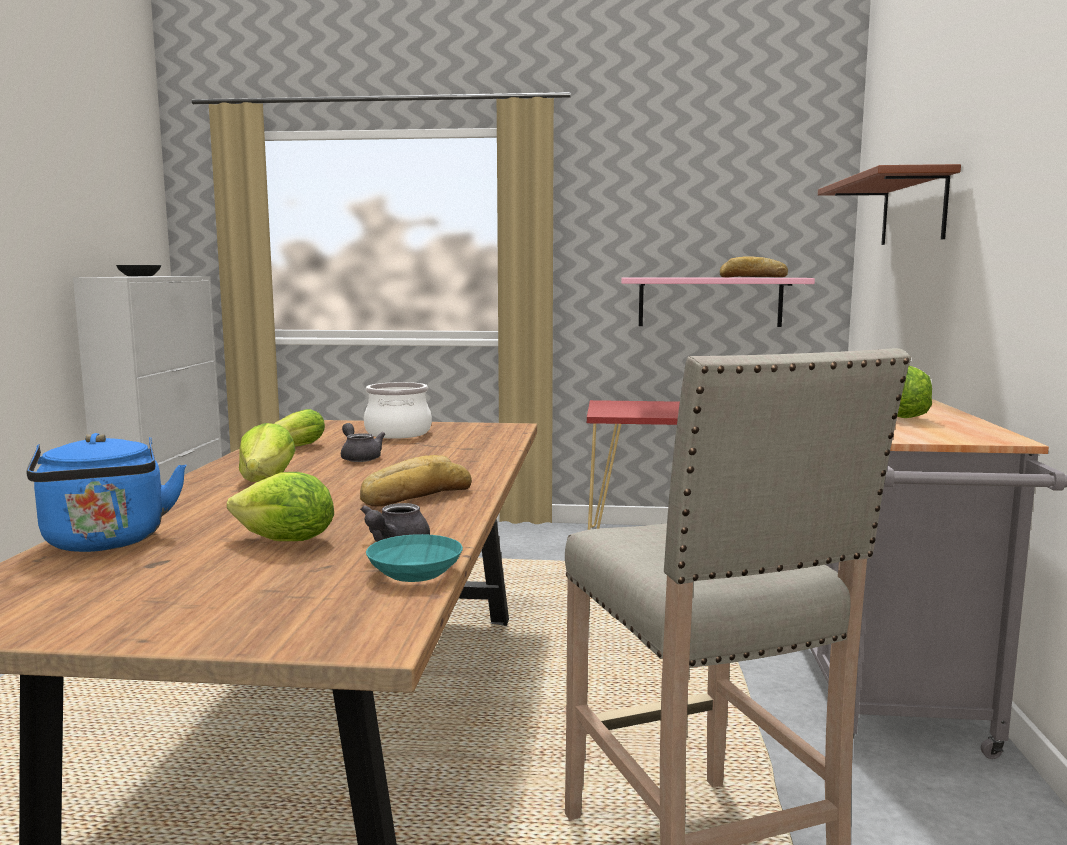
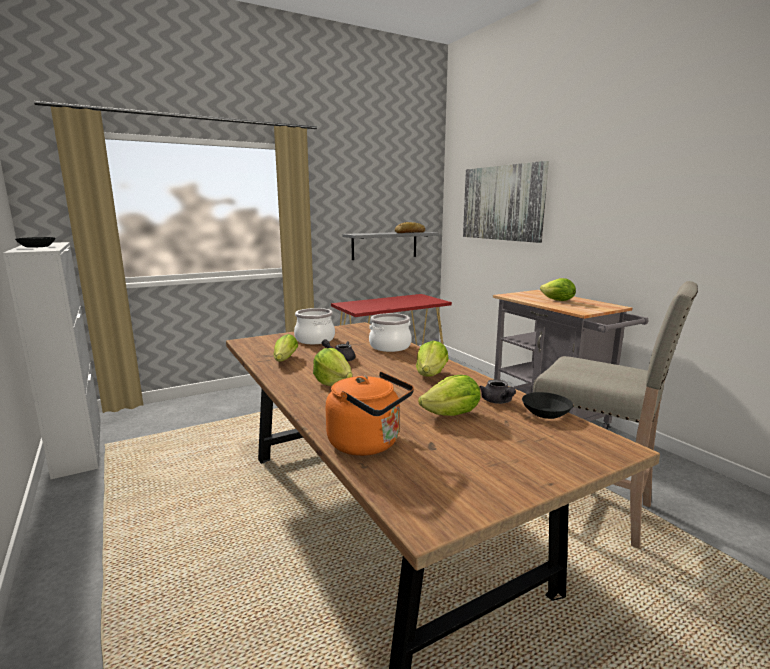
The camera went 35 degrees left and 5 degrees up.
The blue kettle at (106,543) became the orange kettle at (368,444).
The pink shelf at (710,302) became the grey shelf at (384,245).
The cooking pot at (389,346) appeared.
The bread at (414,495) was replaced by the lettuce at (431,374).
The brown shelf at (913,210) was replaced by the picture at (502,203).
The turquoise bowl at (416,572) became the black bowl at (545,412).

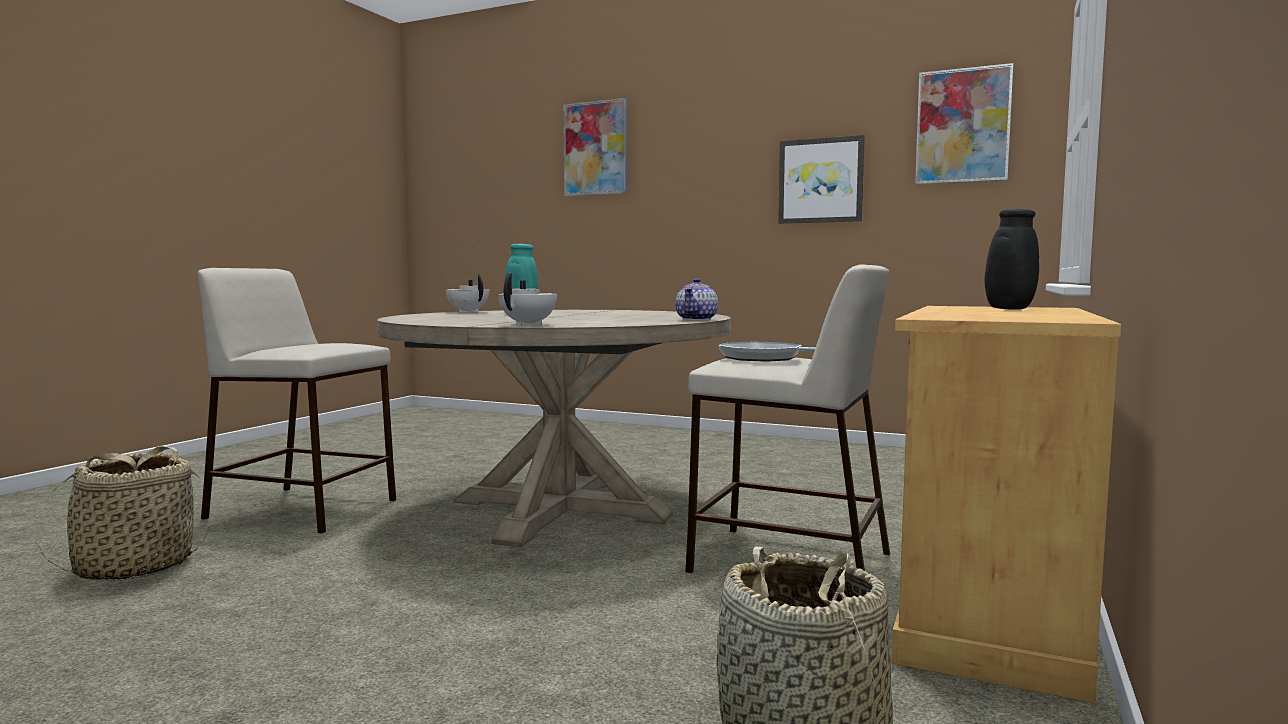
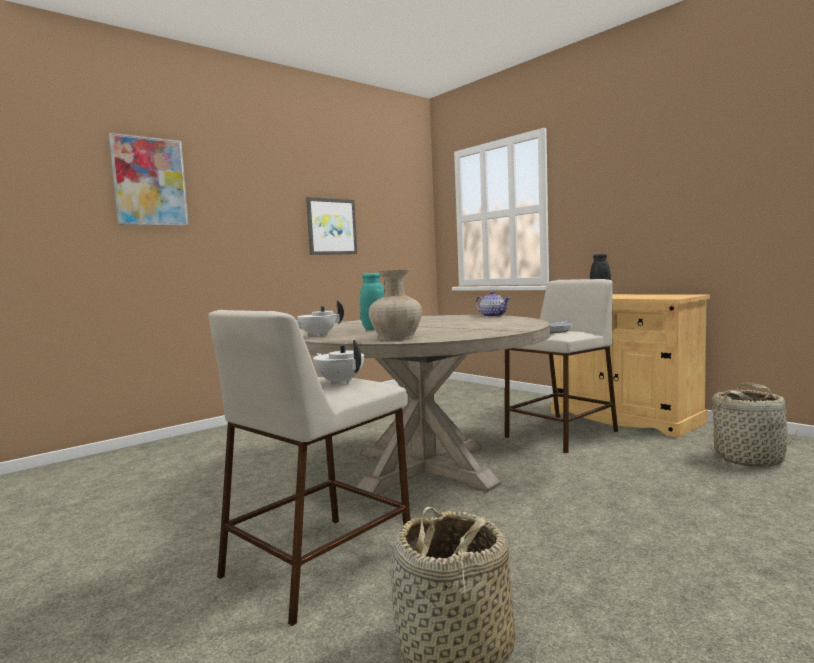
The camera went 65 degrees left and 0 degrees up.
The white teapot moved from (529,324) to (340,382).
The beige vase at (397,338) appeared.
The picture at (962,126) disappeared.

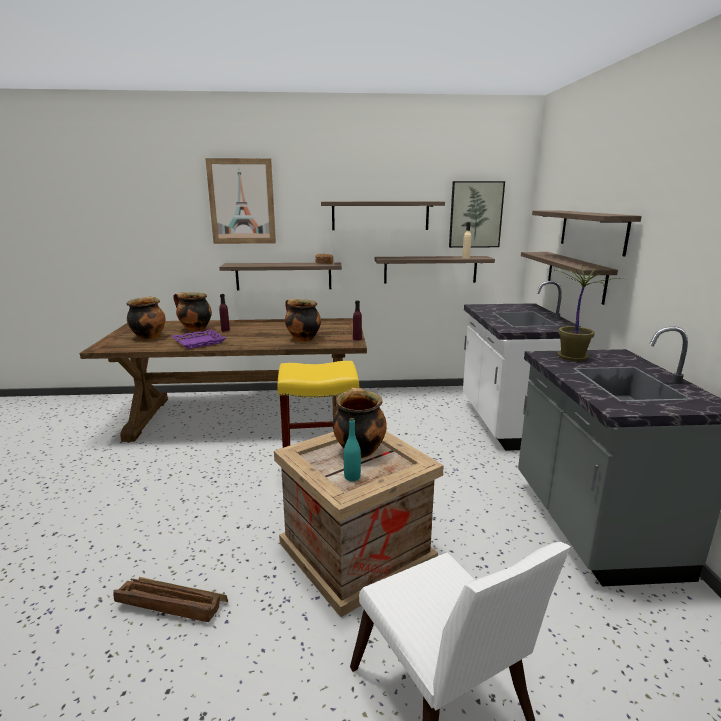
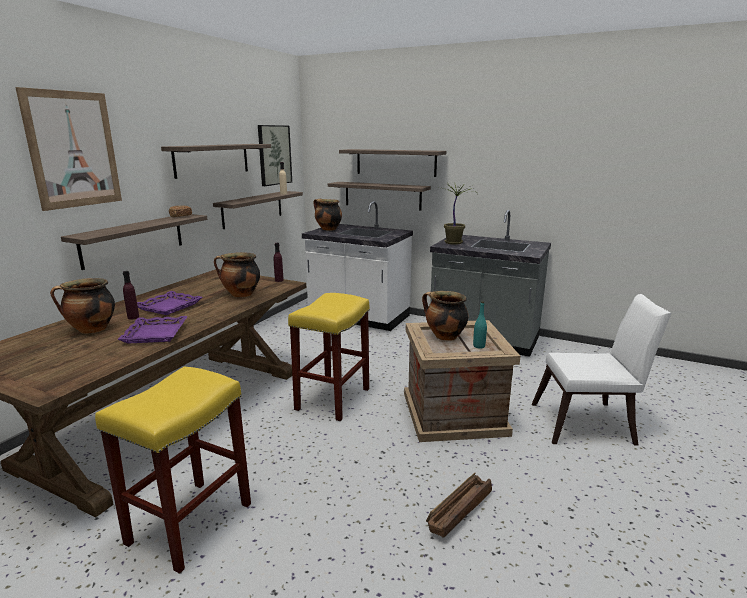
The camera went 60 degrees left and 0 degrees up.
The yellow stool at (189,524) appeared.
The purple tray at (169,307) appeared.
The cooking pot moved from (149,337) to (327,229).

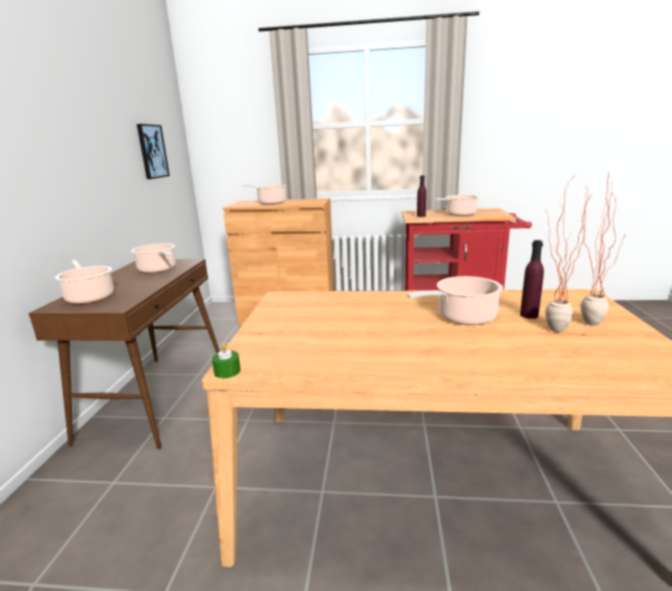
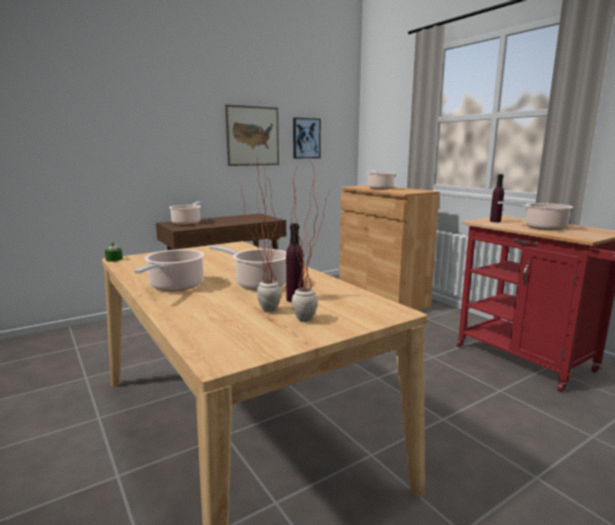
The camera went 50 degrees right and 5 degrees down.
The cooking pot moved from (158,270) to (175,287).
The picture at (253,136) appeared.

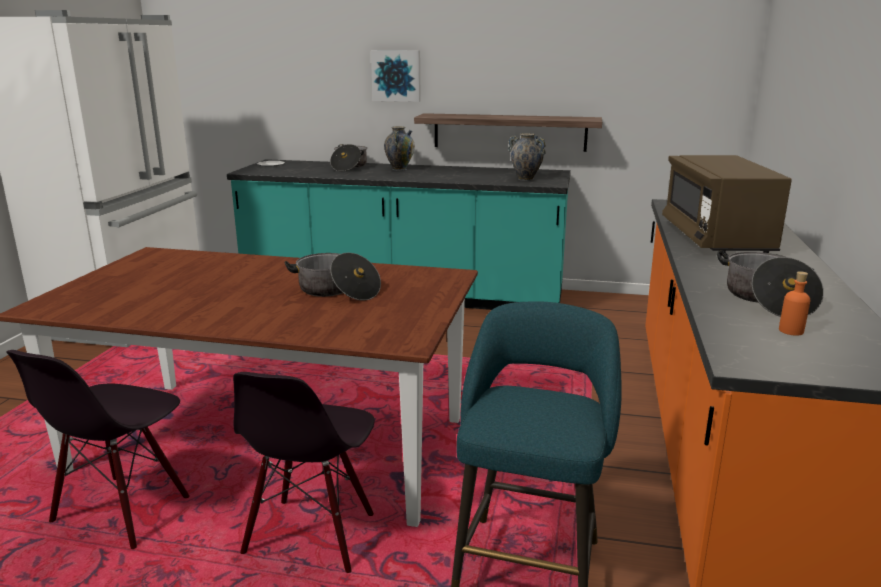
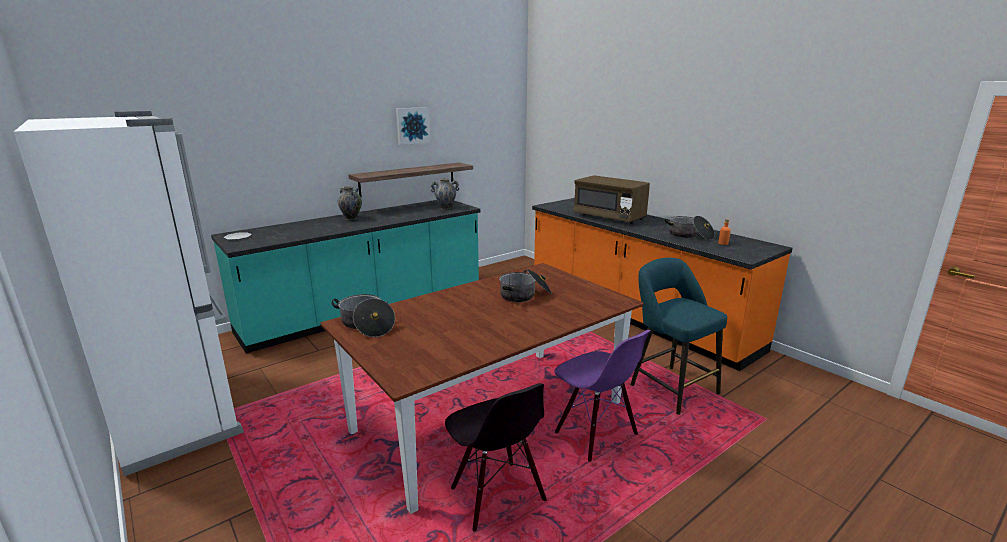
The camera went 50 degrees left and 0 degrees up.
The cooking pot moved from (349,167) to (366,325).
The picture moved from (396,75) to (412,125).
The black chair at (311,535) became the purple chair at (595,434).

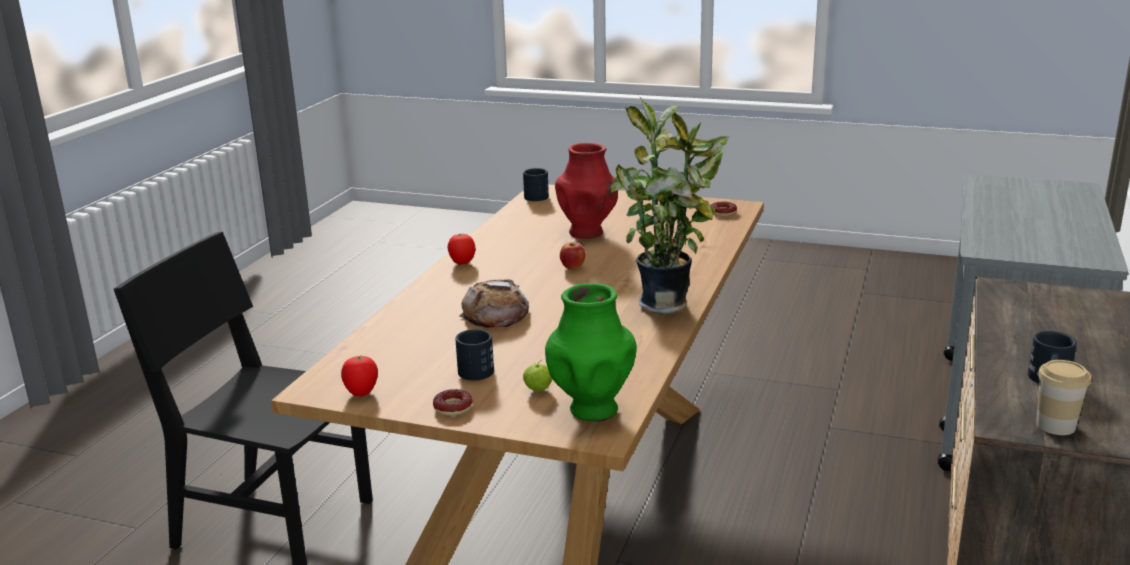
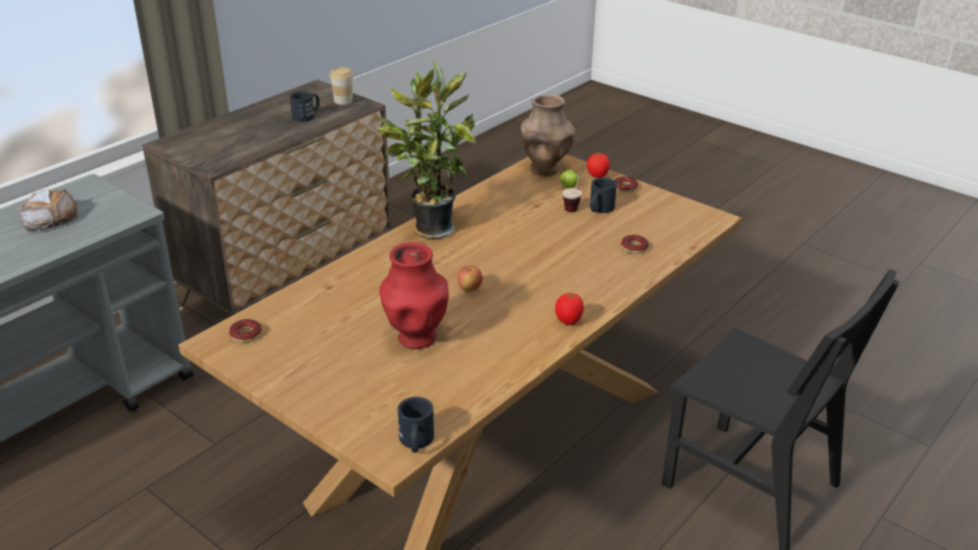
The camera went 160 degrees left and 10 degrees up.
The bread moved from (496,313) to (50,217).
The green vase at (592,409) became the brown vase at (544,170).
The cup at (574,206) appeared.
The tomato moved from (361,393) to (597,176).
The donut at (634,247) appeared.

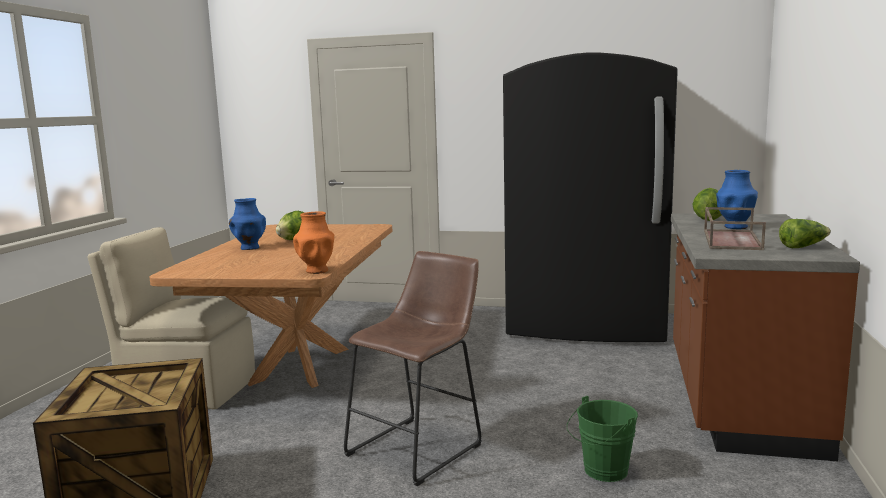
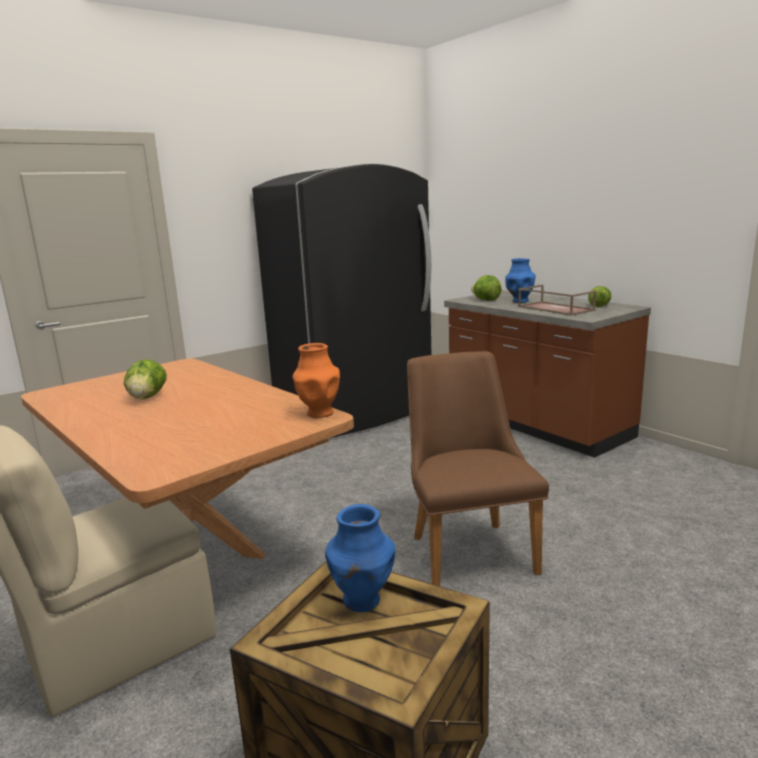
The camera went 50 degrees left and 5 degrees up.
The blue vase moved from (249,248) to (362,601).
The brown stool at (420,447) was replaced by the brown chair at (467,548).
The green bucket at (602,472) disappeared.

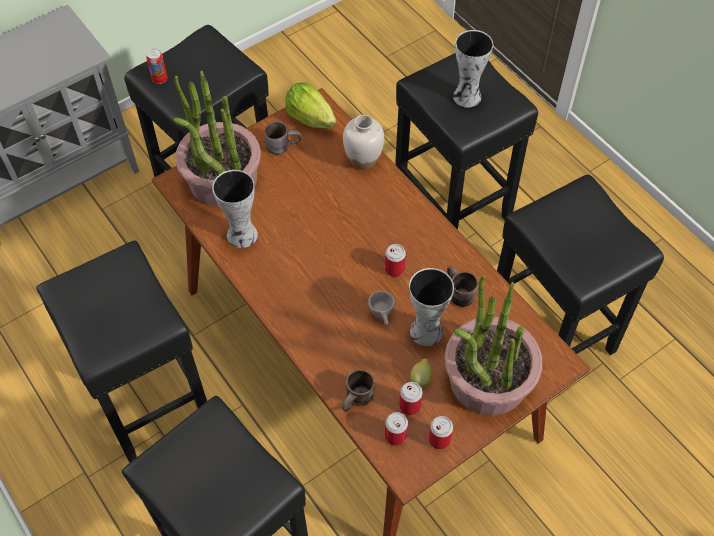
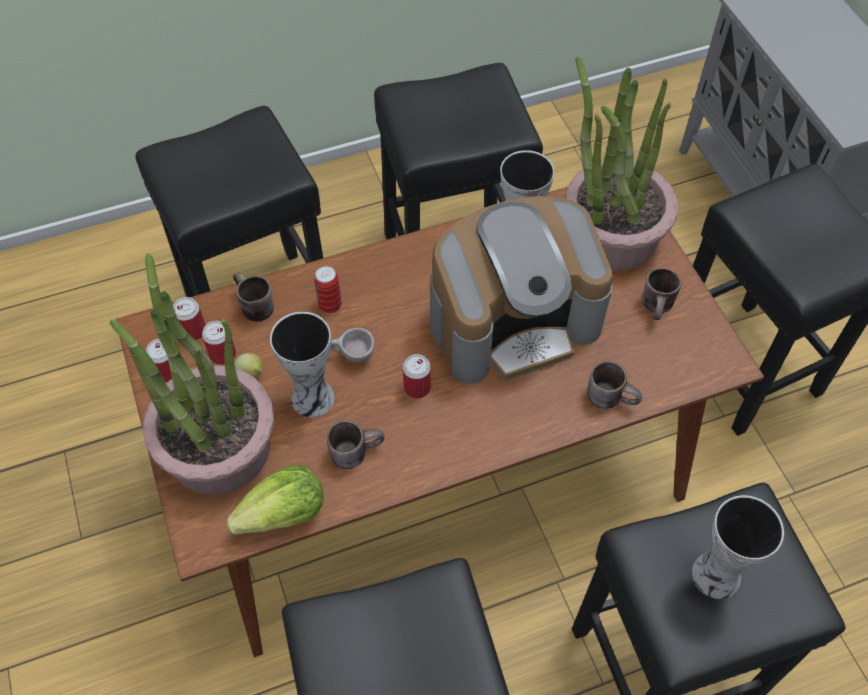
The camera went 105 degrees right and 0 degrees up.
The lettuce moved from (310,118) to (284,514).
The can moved from (160,79) to (330,305).
The coffee machine at (514,320) appeared.
The white vase at (363,160) was replaced by the brown mug at (612,396).

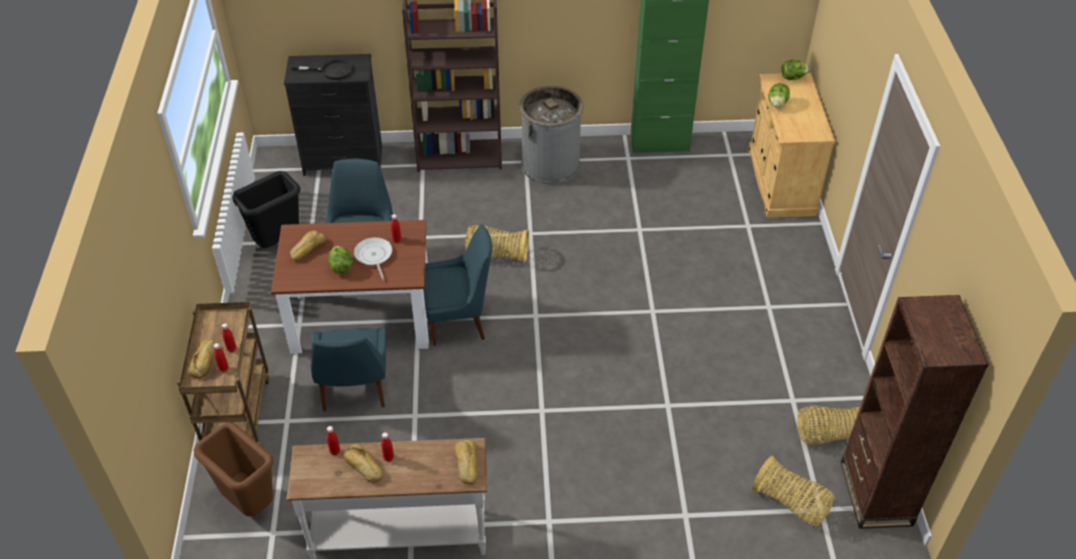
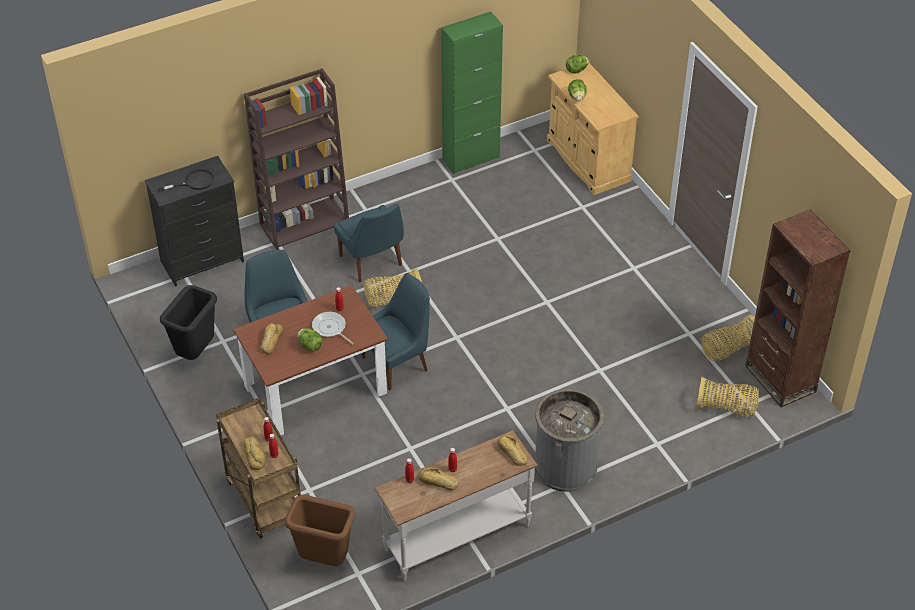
The camera went 25 degrees left and 0 degrees up.
The blue chair moved from (354,390) to (372,262).
The grey trash can moved from (550,165) to (565,466).

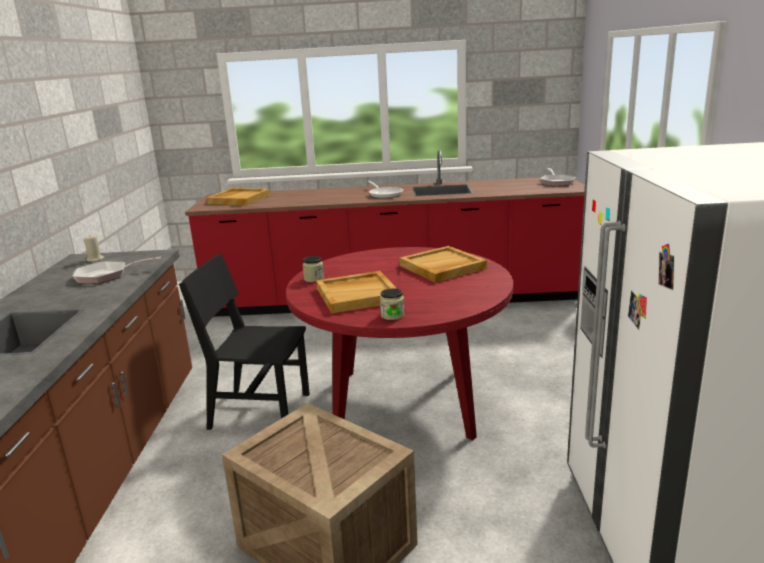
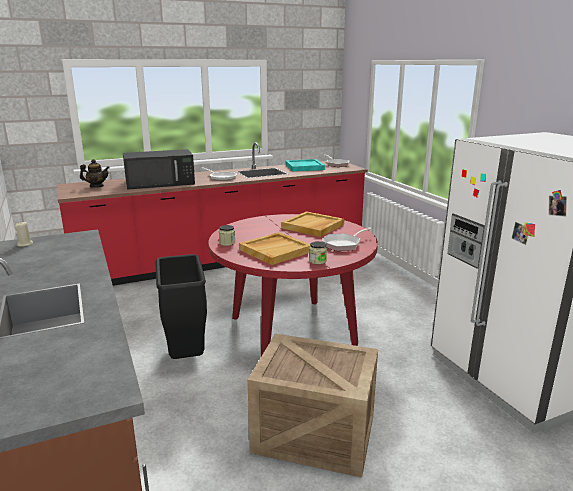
The camera went 25 degrees left and 0 degrees up.
The beige tray at (239,199) was replaced by the teapot at (96,186).
The black microwave at (161,183) appeared.
The black chair at (260,410) was replaced by the black trash can at (185,356).
The turquoise tray at (304,167) appeared.
The frying pan moved from (106,276) to (343,244).

